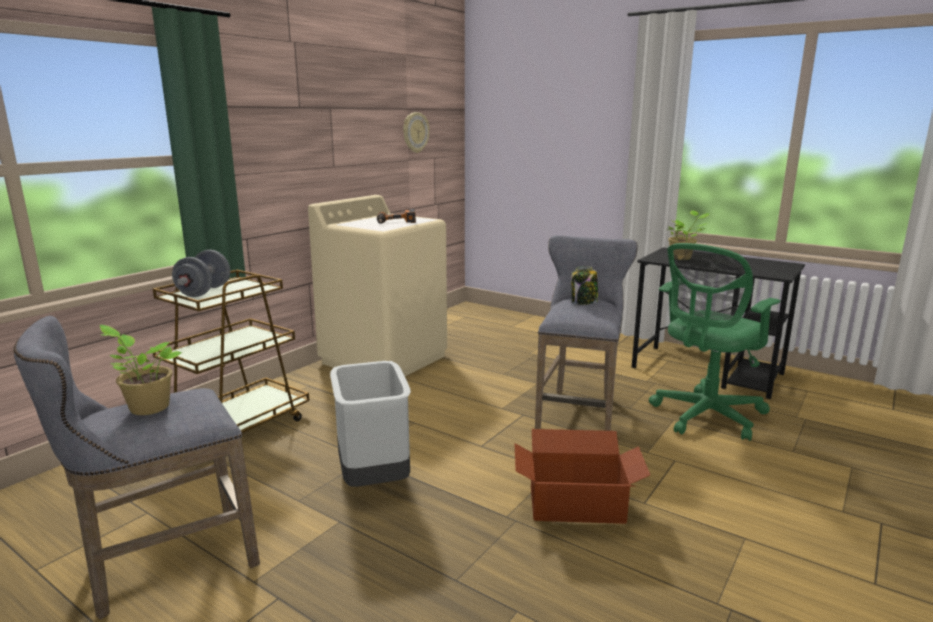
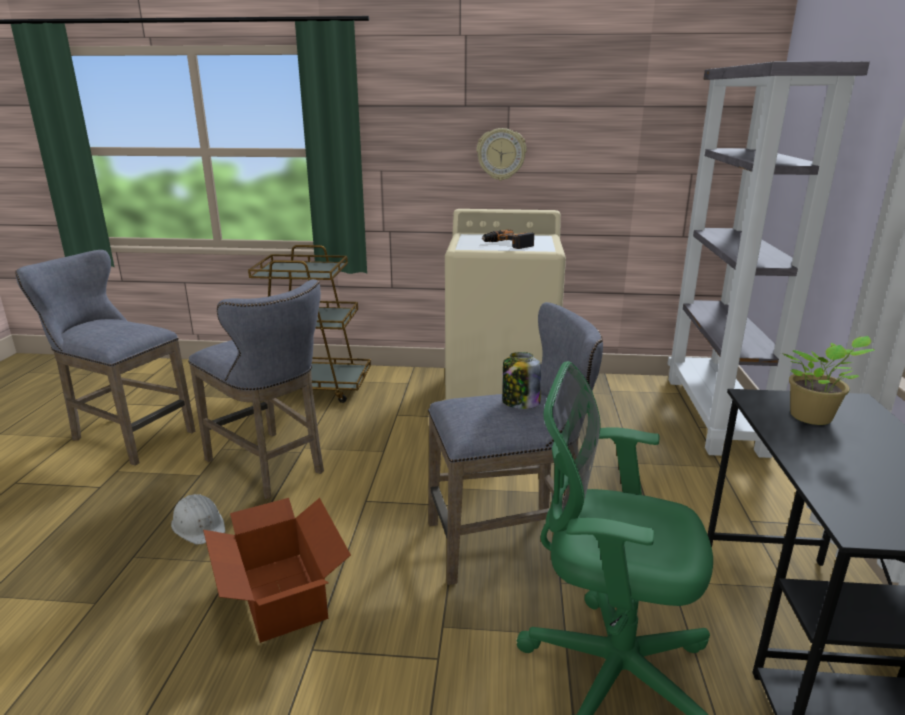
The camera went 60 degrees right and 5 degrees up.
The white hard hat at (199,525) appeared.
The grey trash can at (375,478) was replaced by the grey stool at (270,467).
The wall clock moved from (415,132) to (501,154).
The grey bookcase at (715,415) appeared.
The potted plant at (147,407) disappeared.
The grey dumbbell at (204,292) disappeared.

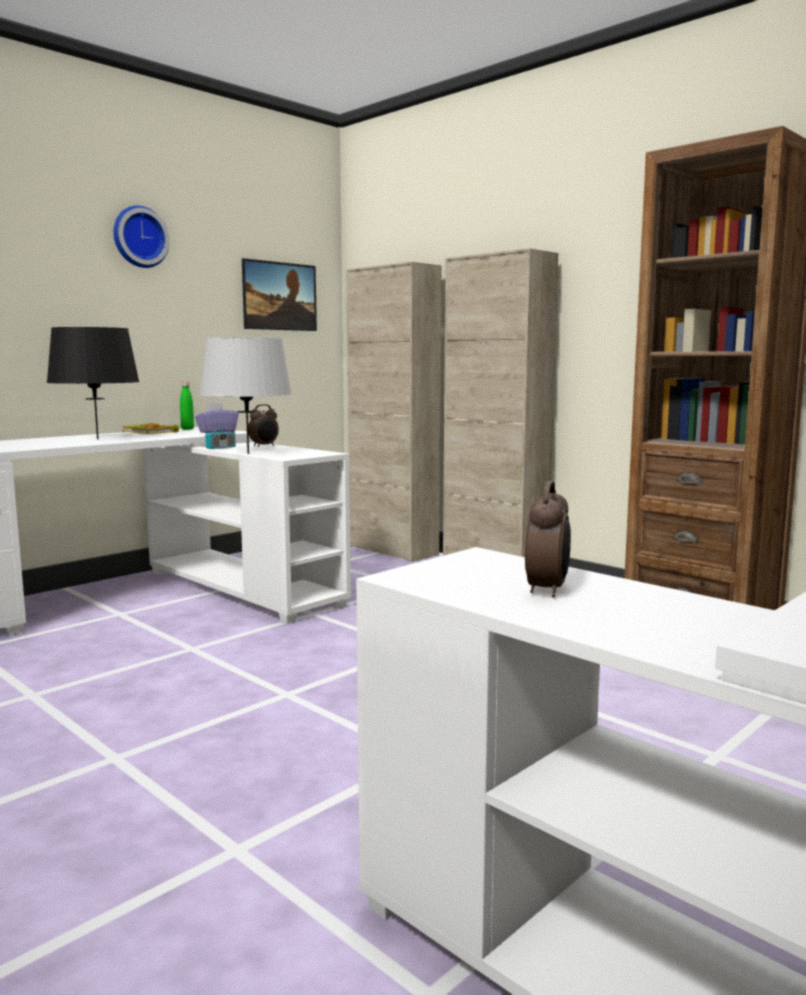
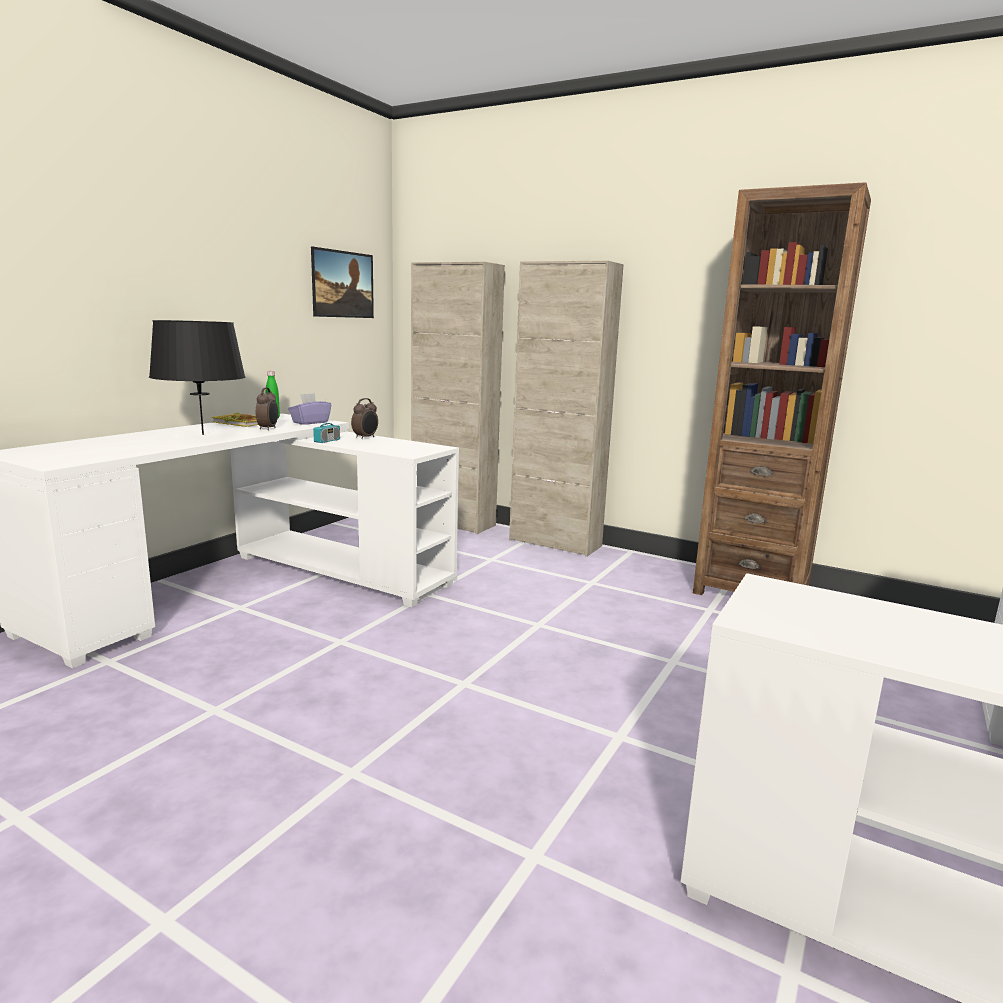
The camera went 15 degrees left and 5 degrees up.
The alarm clock moved from (548,590) to (268,428).
The wall clock at (139,237) disappeared.
The grey table lamp at (248,453) disappeared.

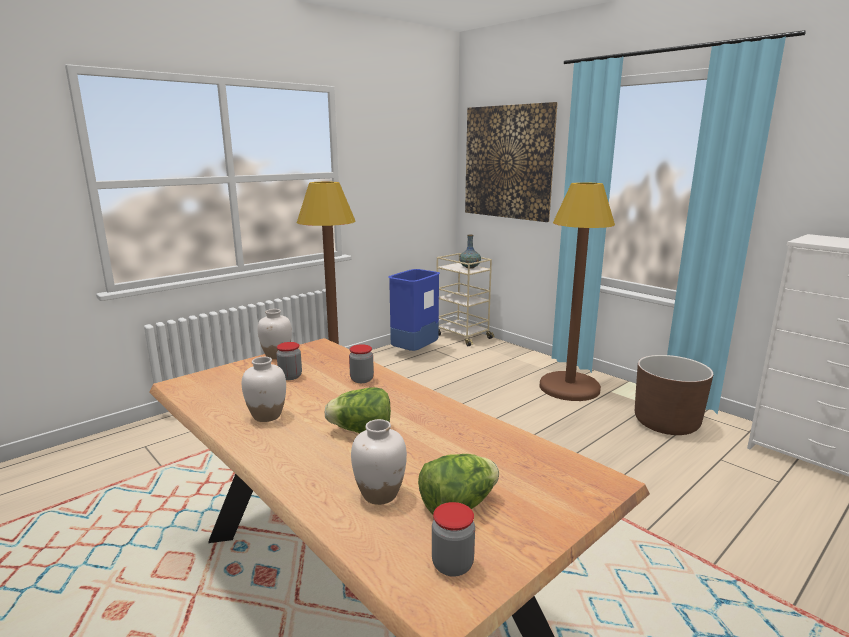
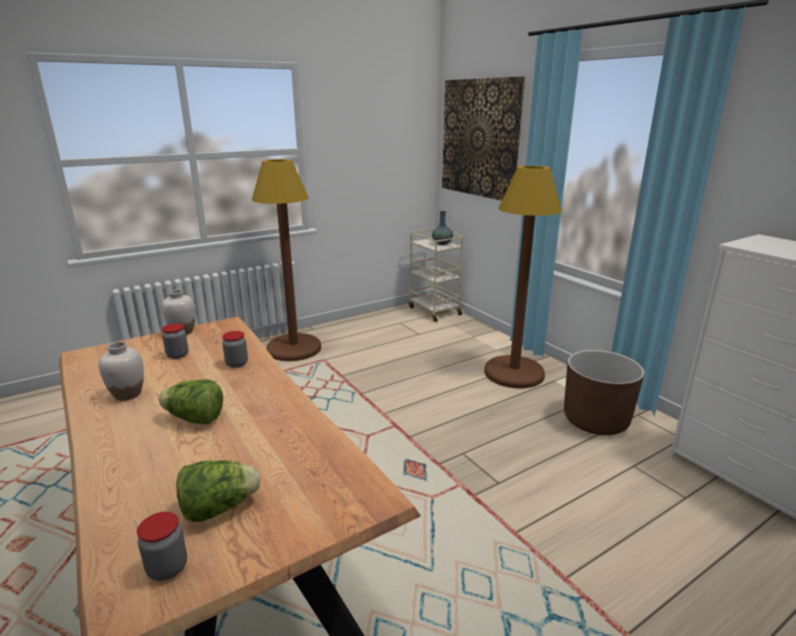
The camera went 10 degrees right and 5 degrees up.
The white vase at (379,494) disappeared.
The blue trash can at (414,351) disappeared.

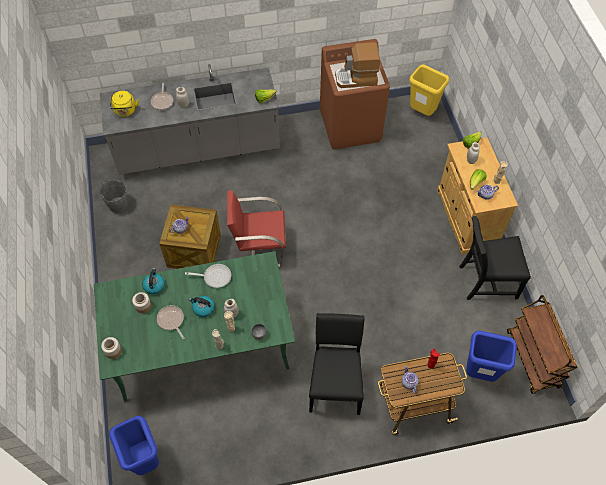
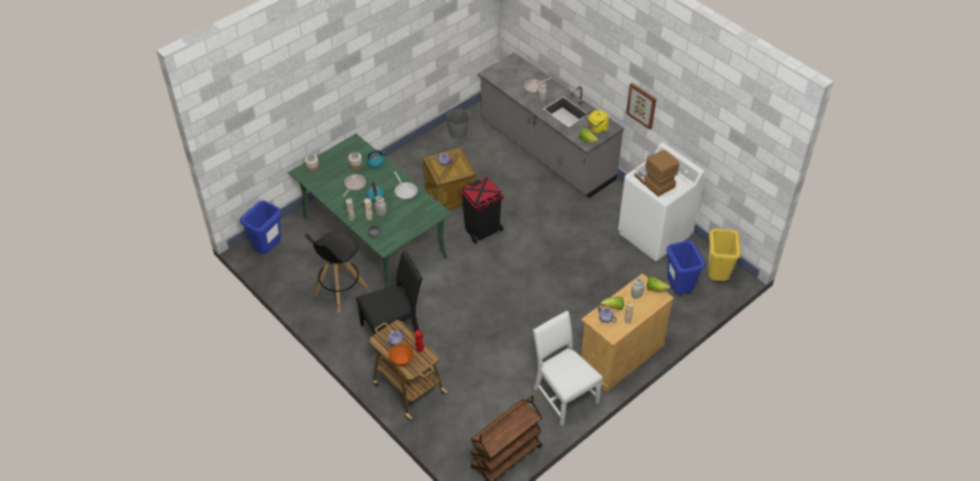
The camera went 60 degrees right and 10 degrees down.
The black stool at (340,291) appeared.
The orange bowl at (401,359) appeared.
The red chair at (259,247) was replaced by the black trash can at (482,230).
The black chair at (485,281) became the white chair at (563,395).
The yellow kettle moved from (125,111) to (596,129).
The brown washing machine at (351,126) became the white washing machine at (655,234).
The picture at (642,105) appeared.
The blue trash can moved from (480,373) to (679,290).

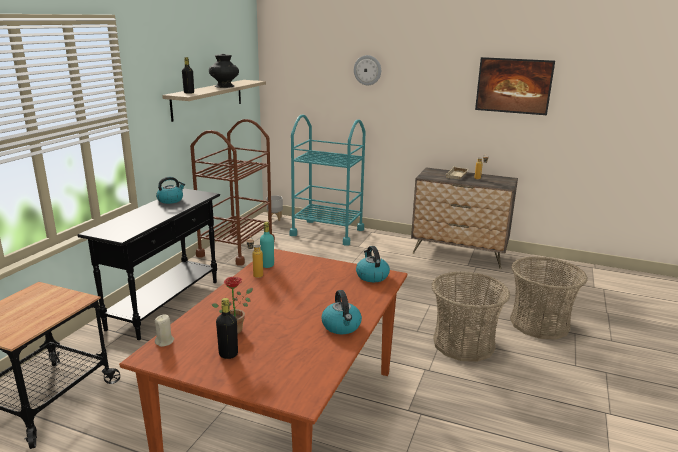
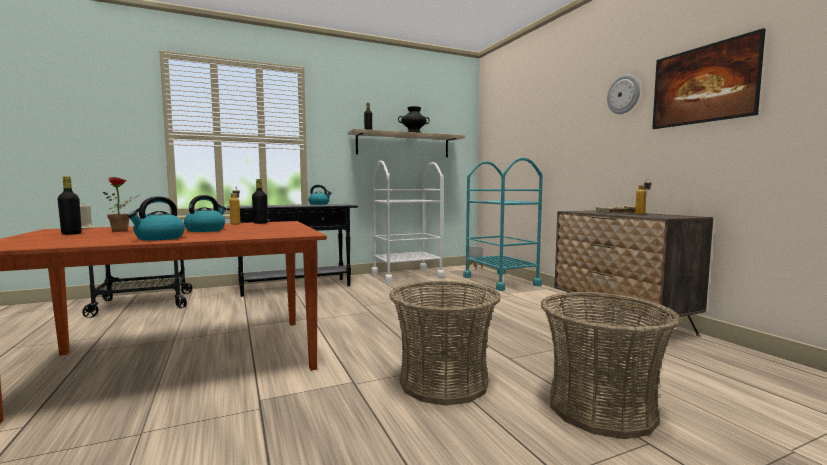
The camera went 45 degrees right and 15 degrees down.
The kettle moved from (371,276) to (206,230).
The turquoise bottle at (267,265) became the black bottle at (260,223).
The brown cart at (236,248) became the white cart at (407,275).
The wall clock moved from (367,70) to (624,94).

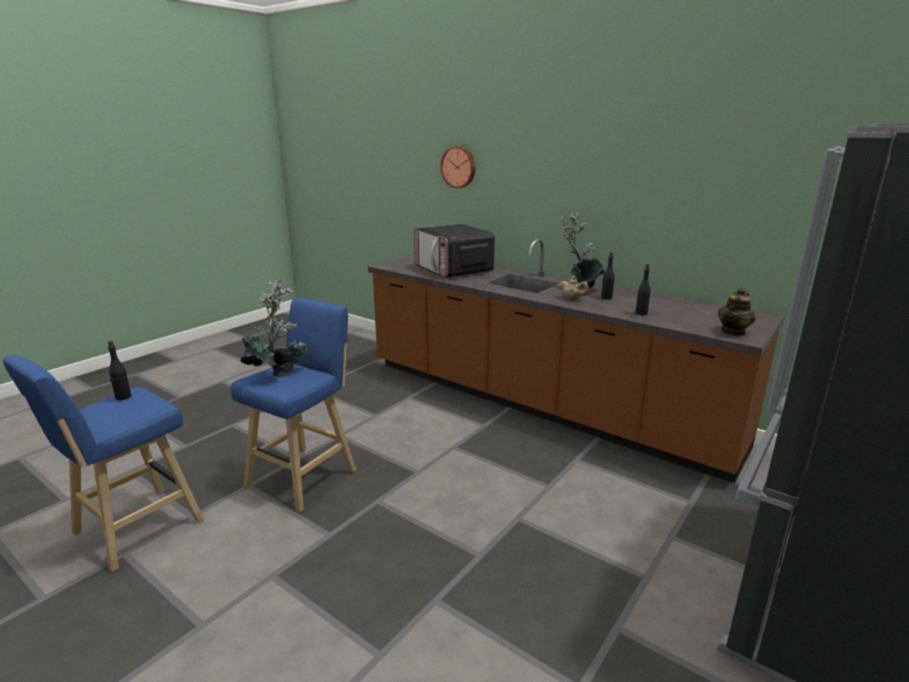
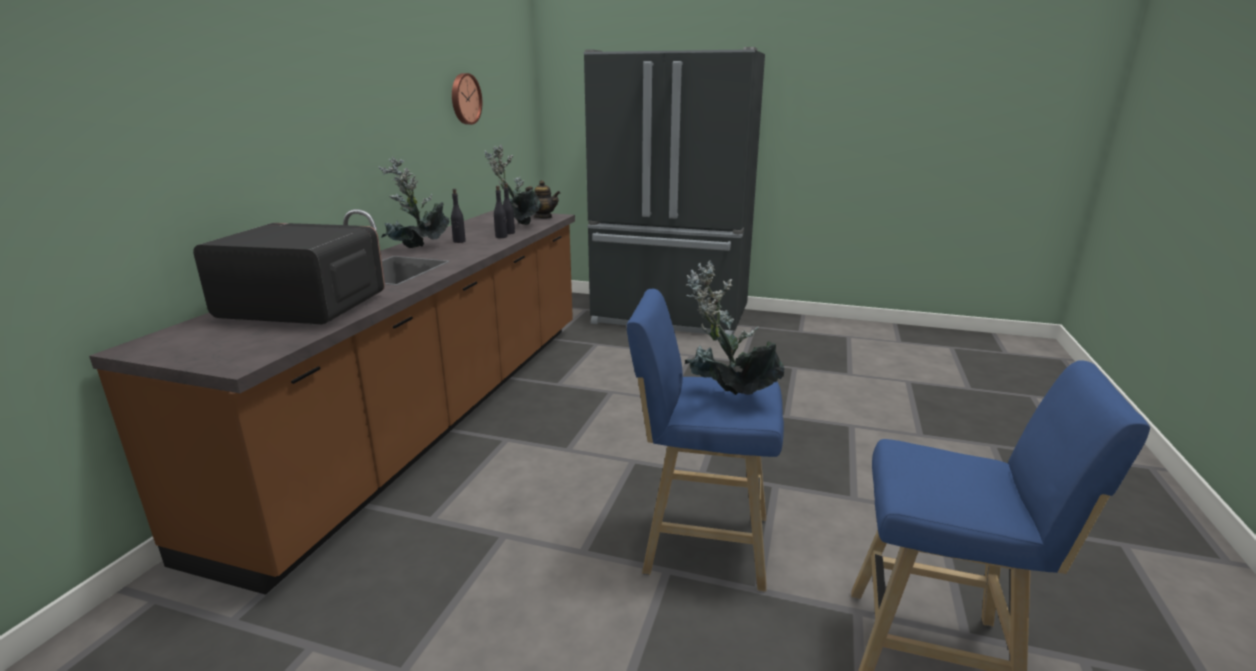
The camera went 110 degrees left and 0 degrees up.
The microwave at (453,270) turned 120 degrees counterclockwise.
The wall clock moved from (459,167) to (464,99).
The potted plant at (517,226) appeared.
The black bottle moved from (123,397) to (501,237).
The beige teapot at (572,299) disappeared.

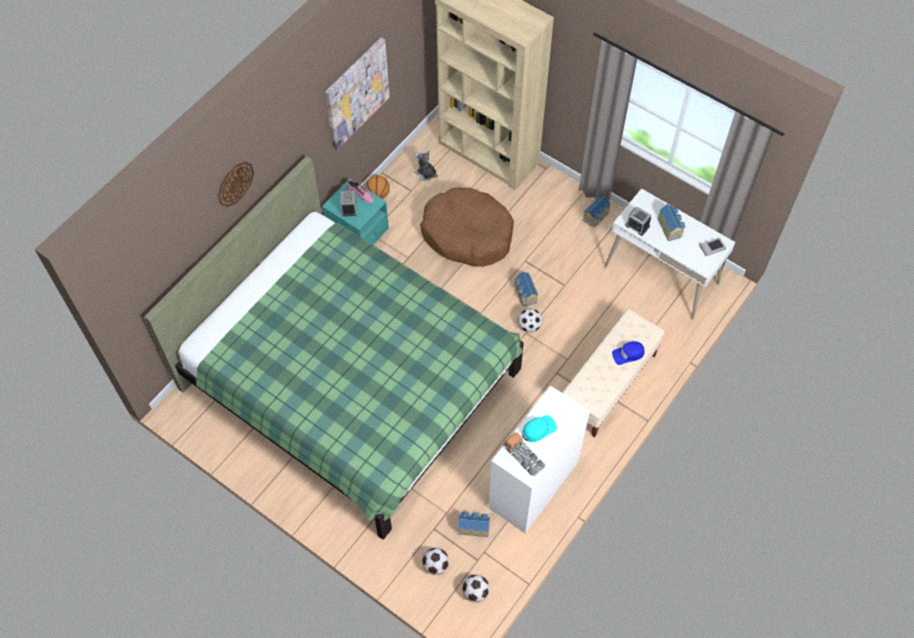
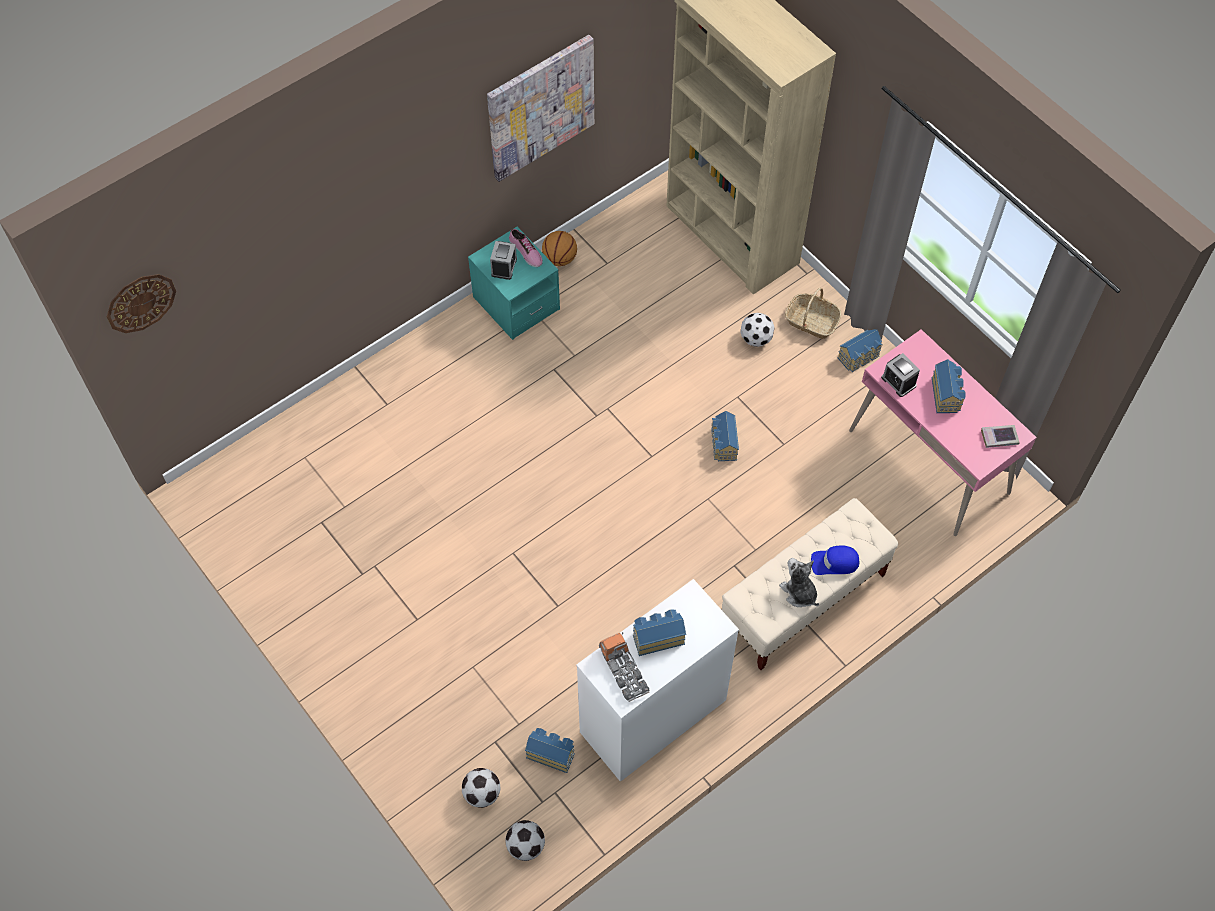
The camera went 15 degrees right and 0 degrees up.
The wall clock moved from (235,183) to (140,302).
The turquoise cap at (538,429) was replaced by the toy house at (657,637).
The football moved from (529,326) to (756,339).
The plush toy moved from (425,174) to (799,592).
The basket at (811,321) appeared.
The white desk at (661,275) became the pink desk at (929,461).
The green bed at (351,380) disappeared.
The brown dog bed at (467,234) disappeared.

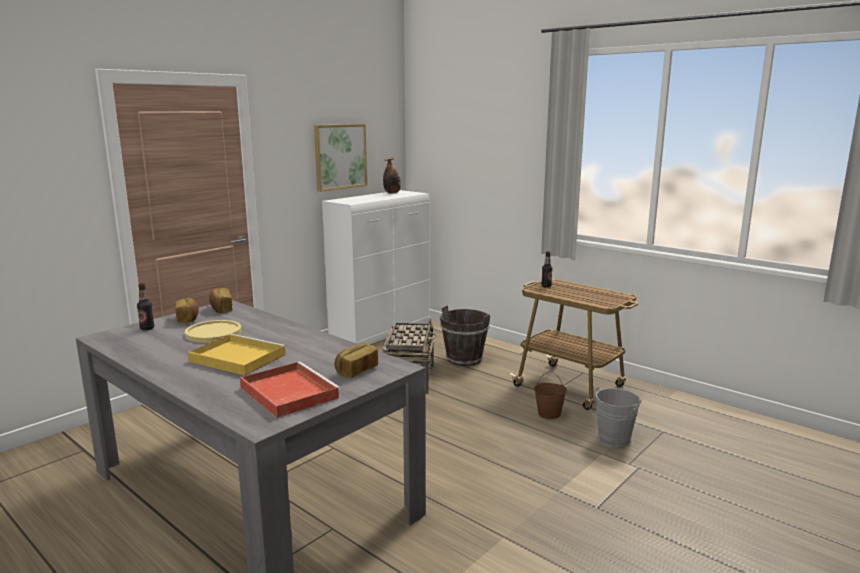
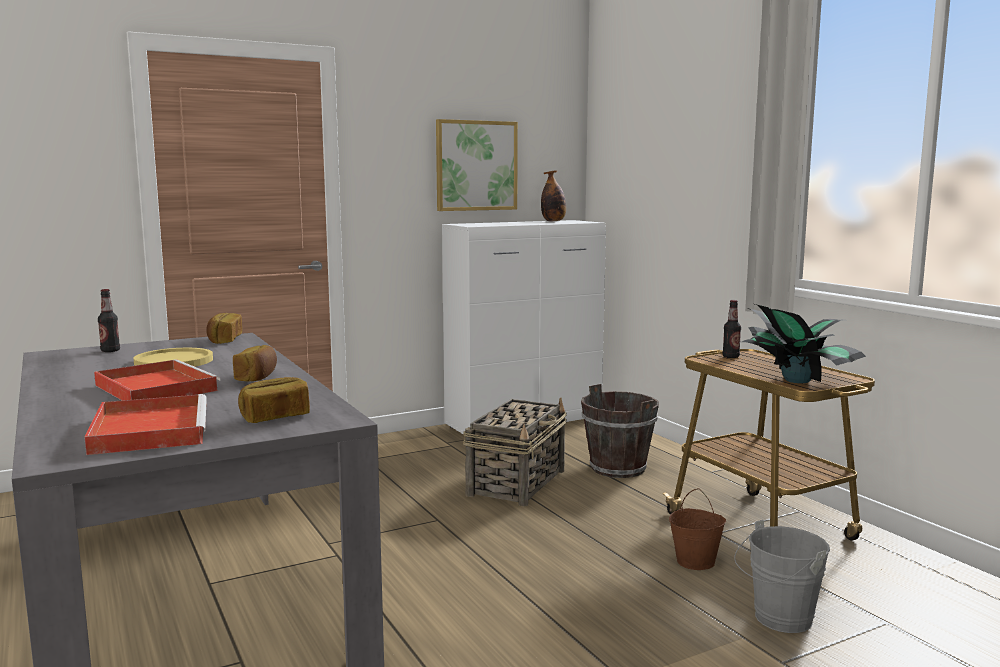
The camera went 20 degrees right and 5 degrees down.
The yellow tray at (236,358) became the red tray at (154,387).
The bread moved from (188,319) to (257,377).
The potted plant at (796,380) appeared.

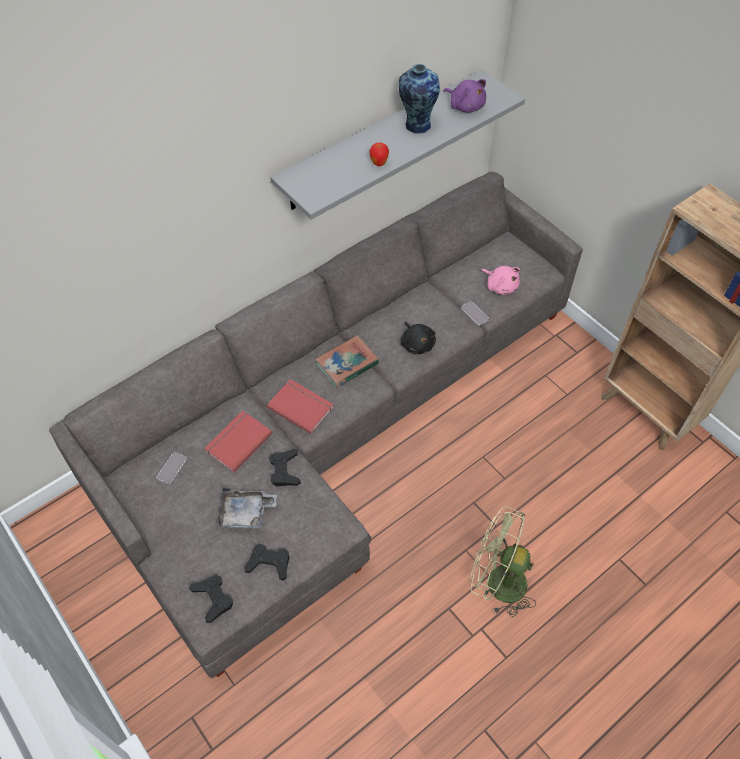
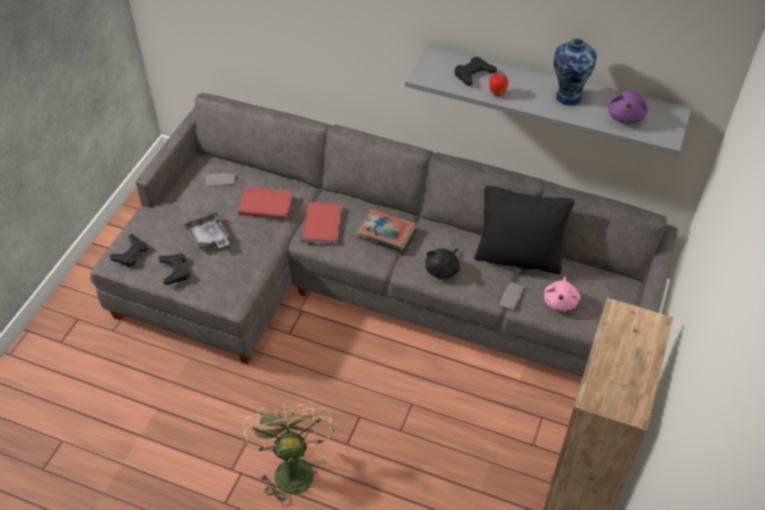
The camera went 60 degrees right and 5 degrees down.
The black game controller moved from (285,470) to (473,74).
The black pillow at (518,258) appeared.

